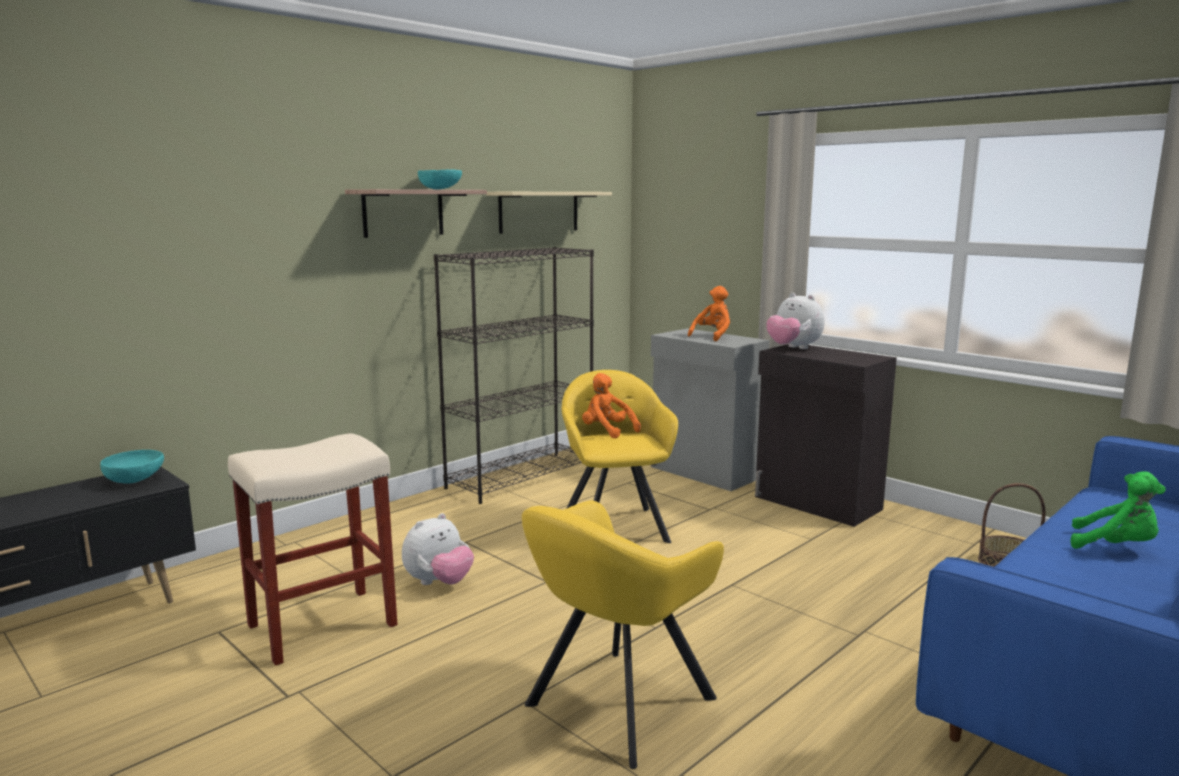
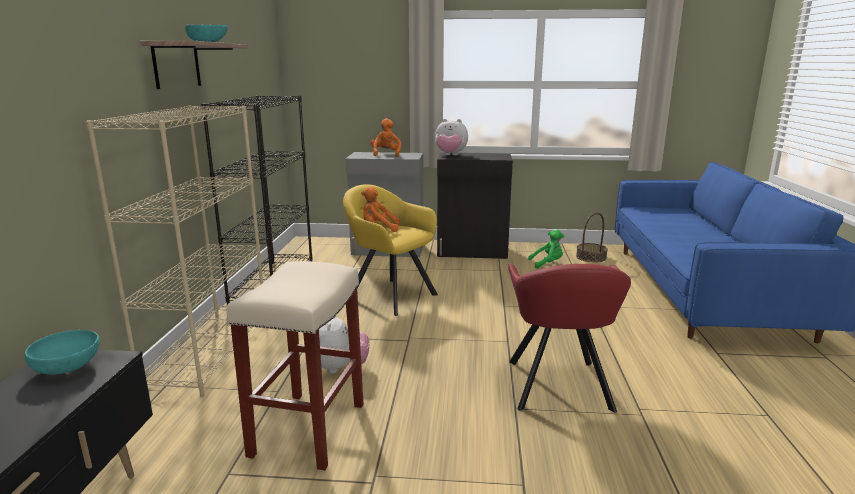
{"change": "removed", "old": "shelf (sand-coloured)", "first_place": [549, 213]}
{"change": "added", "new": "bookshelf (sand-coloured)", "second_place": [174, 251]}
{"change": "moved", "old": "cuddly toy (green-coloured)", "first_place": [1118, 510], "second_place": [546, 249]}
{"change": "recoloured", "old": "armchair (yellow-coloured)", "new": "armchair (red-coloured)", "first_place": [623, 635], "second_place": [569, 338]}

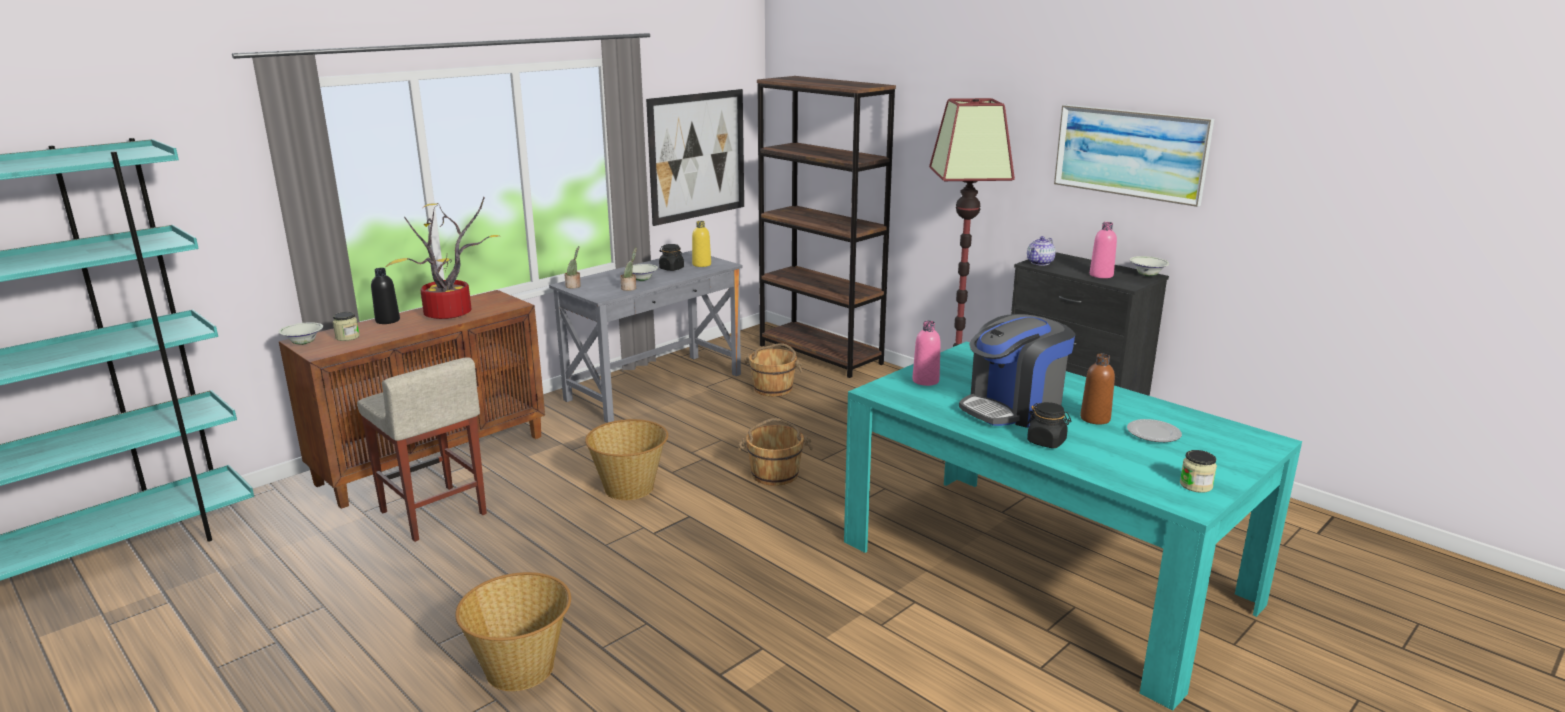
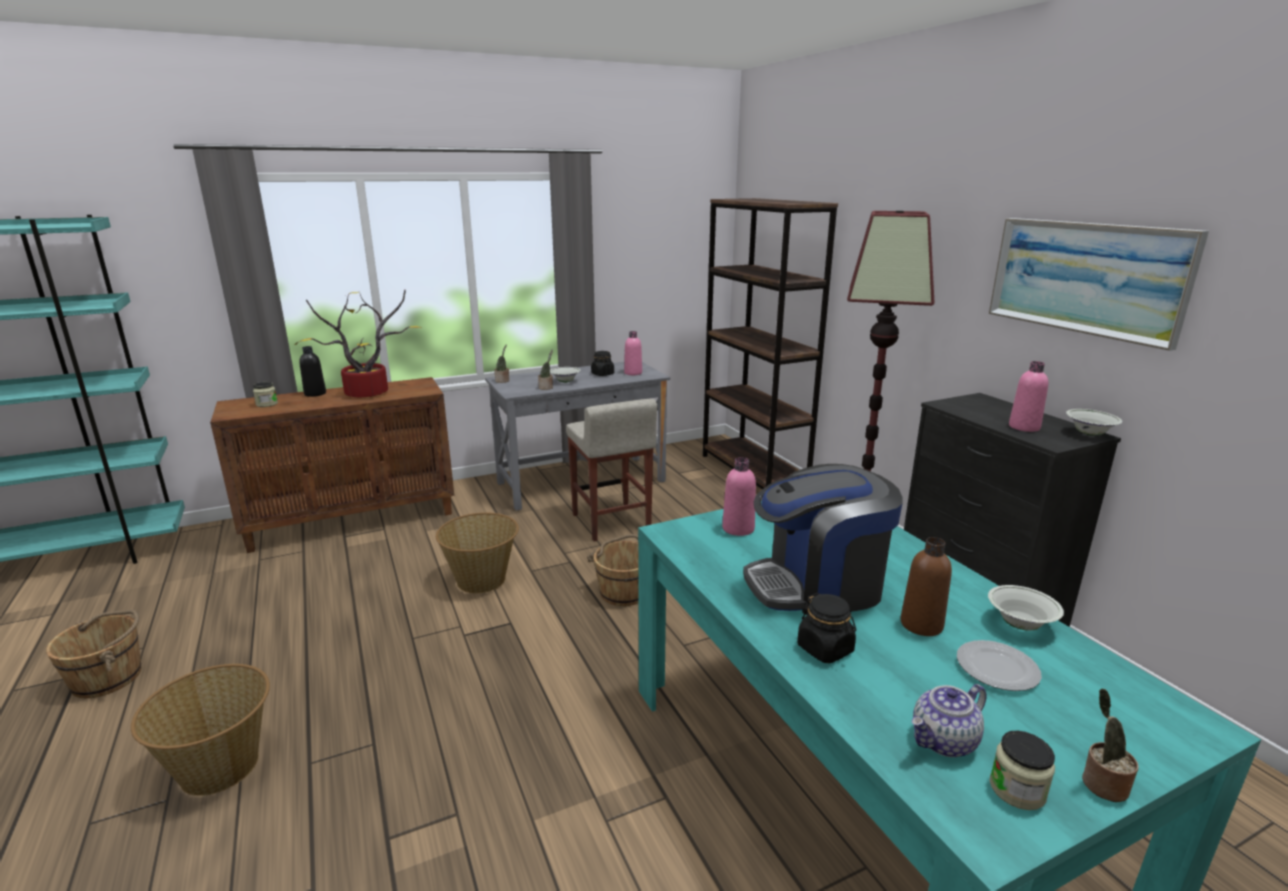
{"change": "removed", "old": "wall picture", "first_place": [695, 157]}
{"change": "added", "new": "plant in a pot", "second_place": [1110, 745]}
{"change": "moved", "old": "serving bowl (whitish)", "first_place": [301, 333], "second_place": [1026, 608]}
{"change": "moved", "old": "stool (sand-coloured)", "first_place": [422, 449], "second_place": [611, 470]}
{"change": "moved", "old": "water bucket (brownish)", "first_place": [773, 369], "second_place": [93, 654]}
{"change": "moved", "old": "tea pot", "first_place": [1041, 251], "second_place": [949, 720]}
{"change": "recoloured", "old": "drink bottle (yellow-coloured)", "new": "drink bottle (pink-coloured)", "first_place": [701, 244], "second_place": [633, 353]}

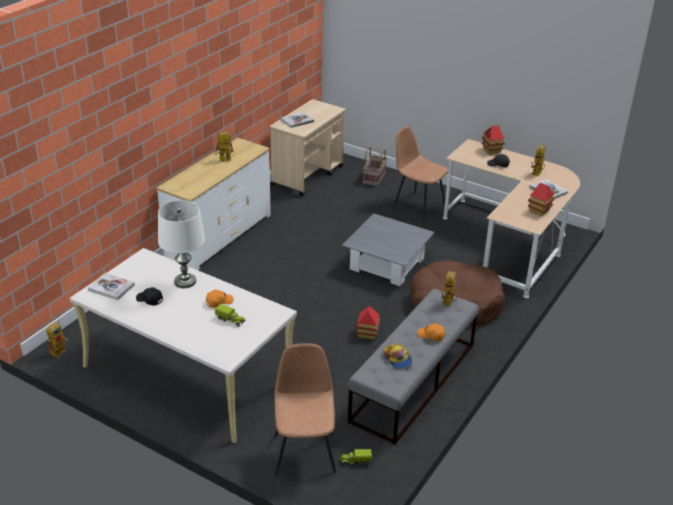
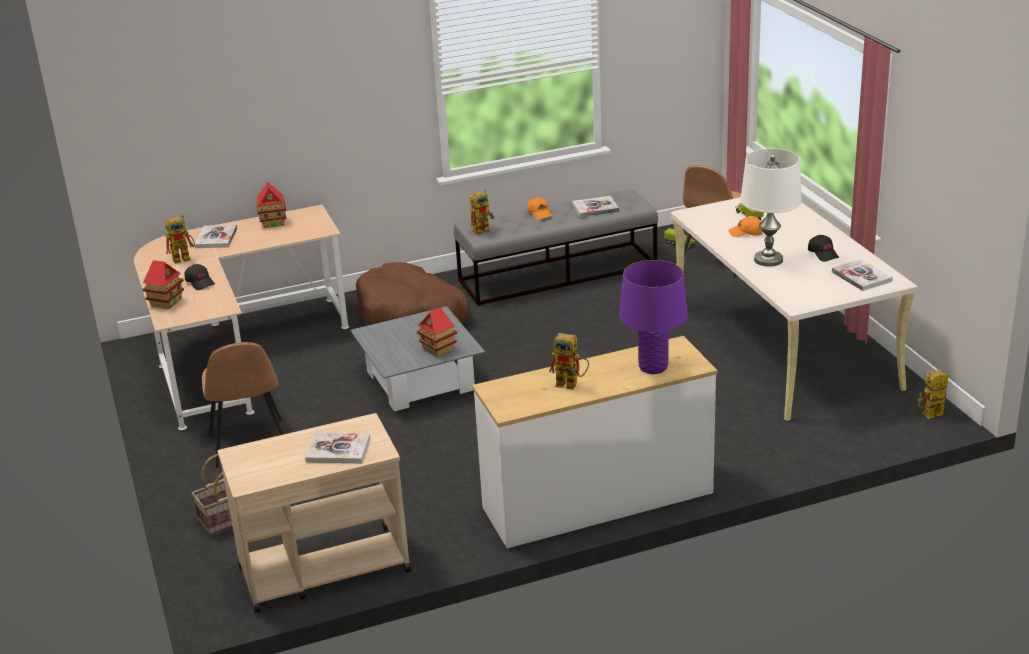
{"change": "added", "new": "table lamp (purple)", "second_place": [653, 317]}
{"change": "moved", "old": "toy house", "first_place": [368, 322], "second_place": [437, 332]}
{"change": "replaced", "old": "cap", "new": "volume", "first_place": [398, 356], "second_place": [595, 206]}

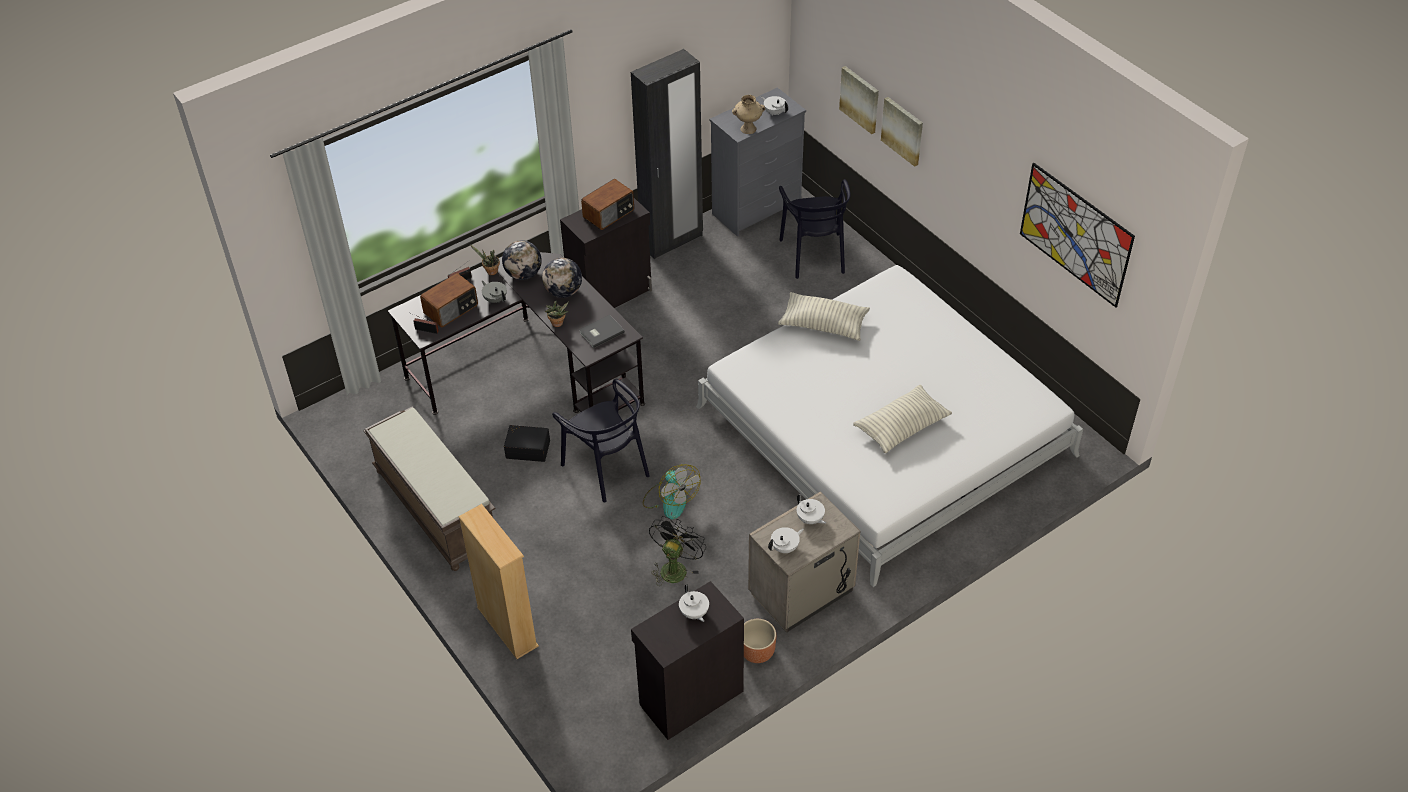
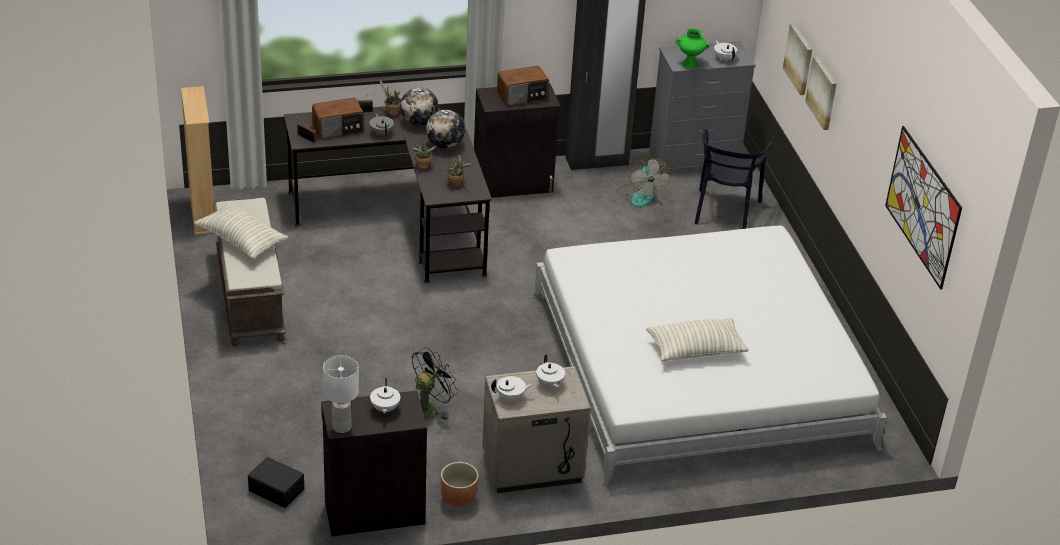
{"change": "removed", "old": "upright chair (black-coloured)", "first_place": [601, 440]}
{"change": "added", "new": "table lamp (whitish)", "second_place": [341, 394]}
{"change": "moved", "old": "bookshelf (sand-coloured)", "first_place": [498, 581], "second_place": [197, 160]}
{"change": "moved", "old": "storage bin (black-coloured)", "first_place": [527, 443], "second_place": [276, 482]}
{"change": "moved", "old": "fan", "first_place": [672, 491], "second_place": [643, 182]}
{"change": "moved", "old": "throw pillow", "first_place": [824, 316], "second_place": [241, 231]}
{"change": "replaced", "old": "volume (grey)", "new": "plant in a pot", "first_place": [602, 331], "second_place": [459, 170]}
{"change": "recoloured", "old": "flower vase (sand-coloured)", "new": "flower vase (green-coloured)", "first_place": [748, 114], "second_place": [693, 48]}

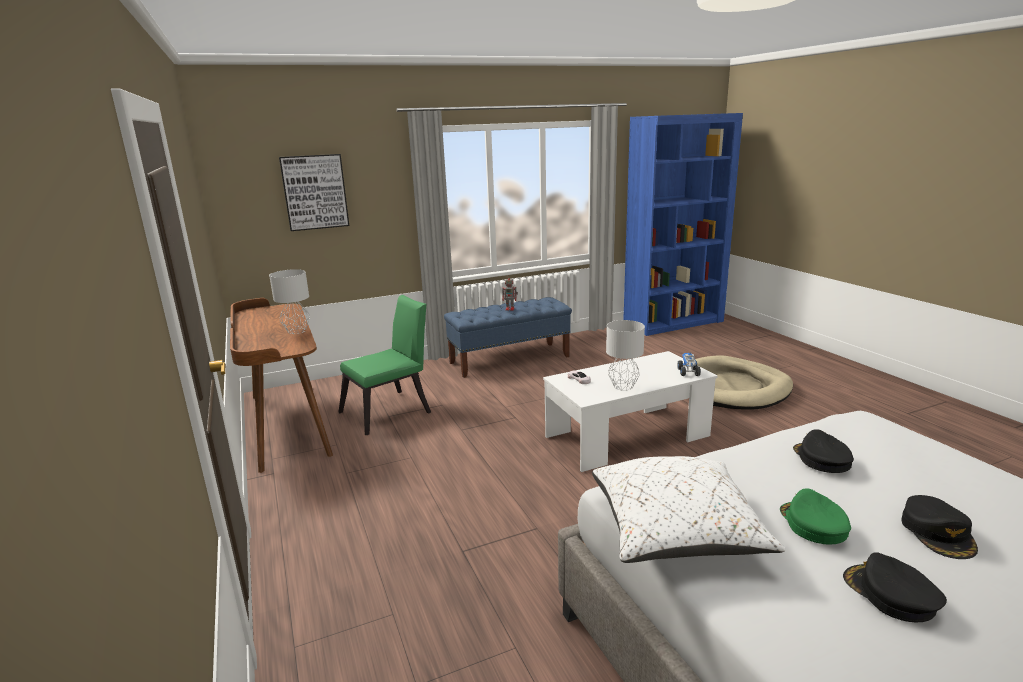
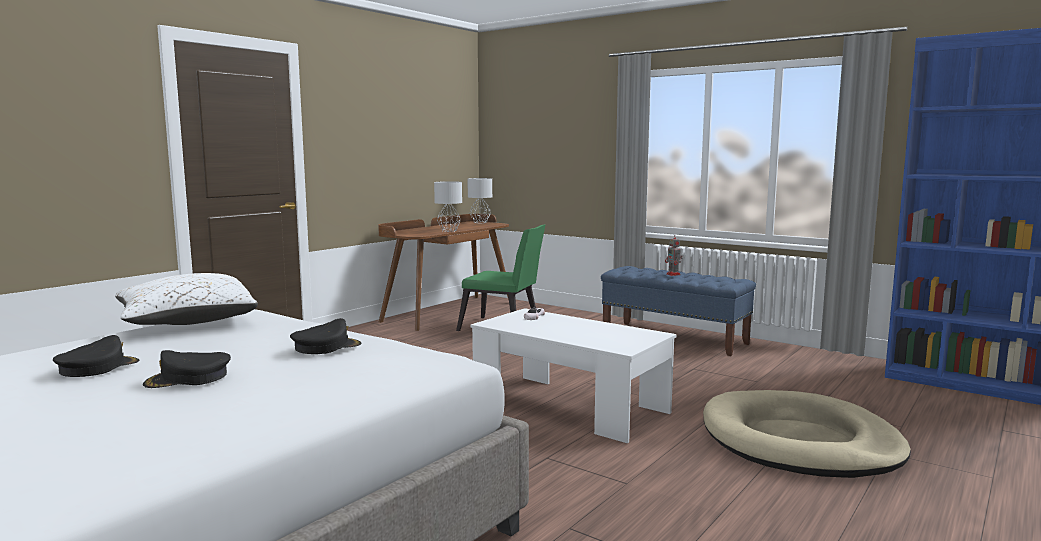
{"change": "removed", "old": "wall picture", "first_place": [314, 192]}
{"change": "removed", "old": "toy truck", "first_place": [689, 364]}
{"change": "removed", "old": "cap (green-coloured)", "first_place": [815, 516]}
{"change": "moved", "old": "table lamp (grey)", "first_place": [625, 355], "second_place": [480, 200]}

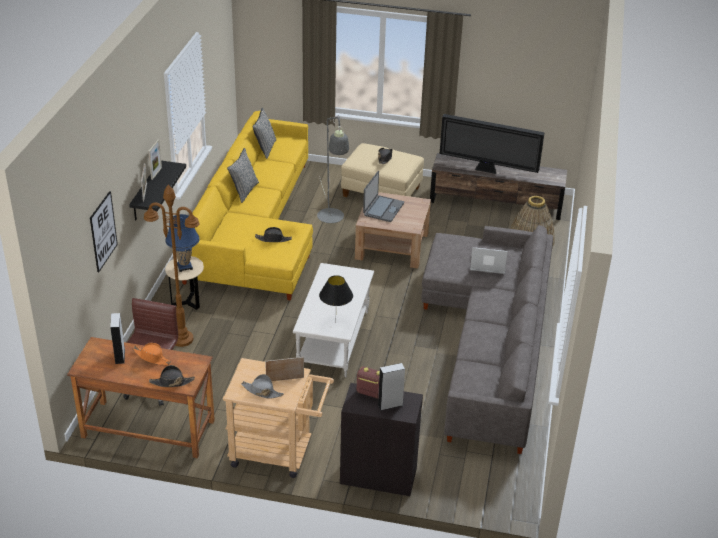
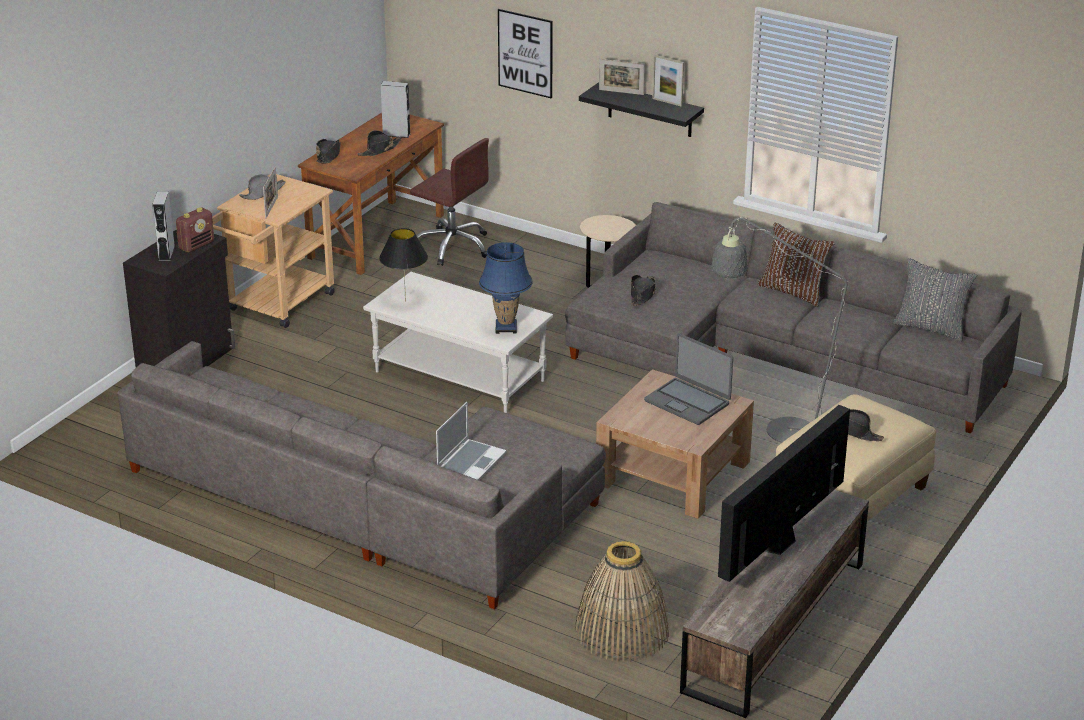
{"change": "removed", "old": "standing lamp (brownish)", "first_place": [171, 265]}
{"change": "moved", "old": "table lamp (bluish)", "first_place": [182, 243], "second_place": [506, 288]}
{"change": "recoloured", "old": "clothing hat (orangey)", "new": "clothing hat (black-coloured)", "first_place": [152, 354], "second_place": [380, 143]}
{"change": "recoloured", "old": "settee (yellow-coloured)", "new": "settee (grey)", "first_place": [247, 206], "second_place": [793, 318]}
{"change": "recoloured", "old": "throw pillow (grey)", "new": "throw pillow (brownish)", "first_place": [243, 175], "second_place": [796, 265]}

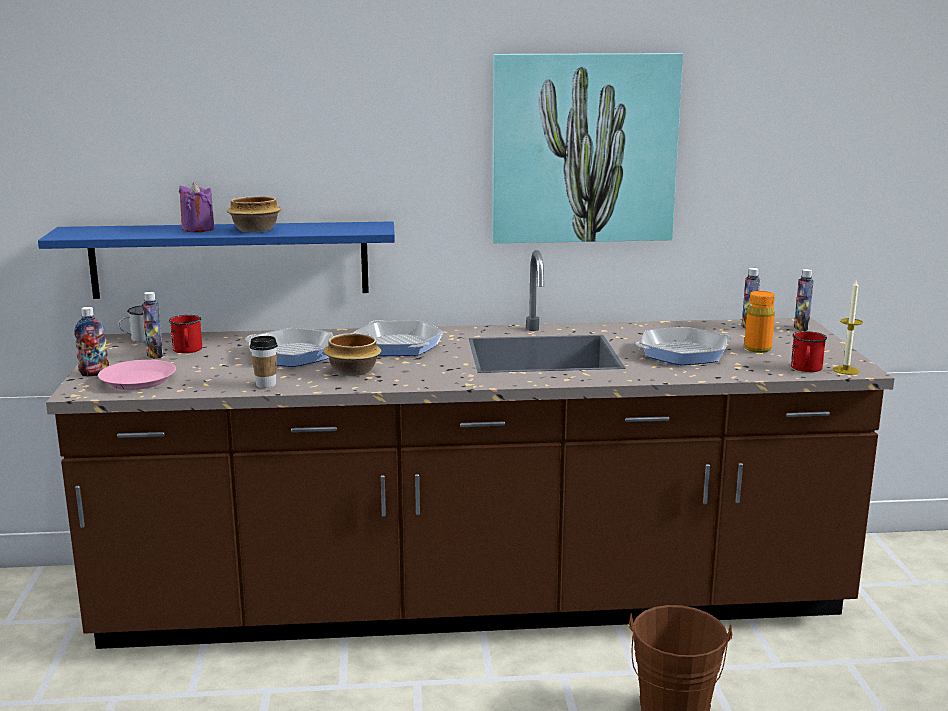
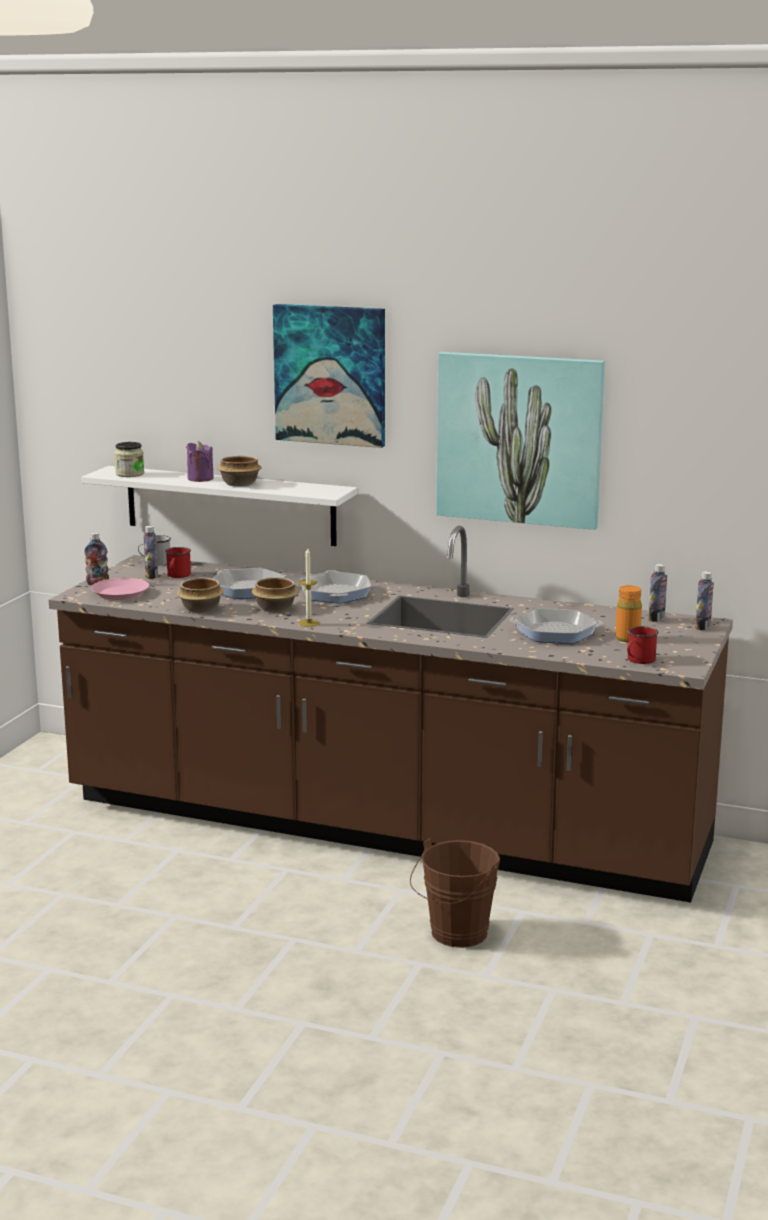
{"change": "added", "new": "storage jar", "second_place": [129, 459]}
{"change": "added", "new": "wall picture", "second_place": [329, 376]}
{"change": "moved", "old": "wax candle", "first_place": [848, 327], "second_place": [308, 587]}
{"change": "replaced", "old": "small cup", "new": "serving bowl", "first_place": [264, 362], "second_place": [200, 595]}
{"change": "recoloured", "old": "shelf (bluish)", "new": "shelf (whitish)", "first_place": [216, 260], "second_place": [219, 506]}

